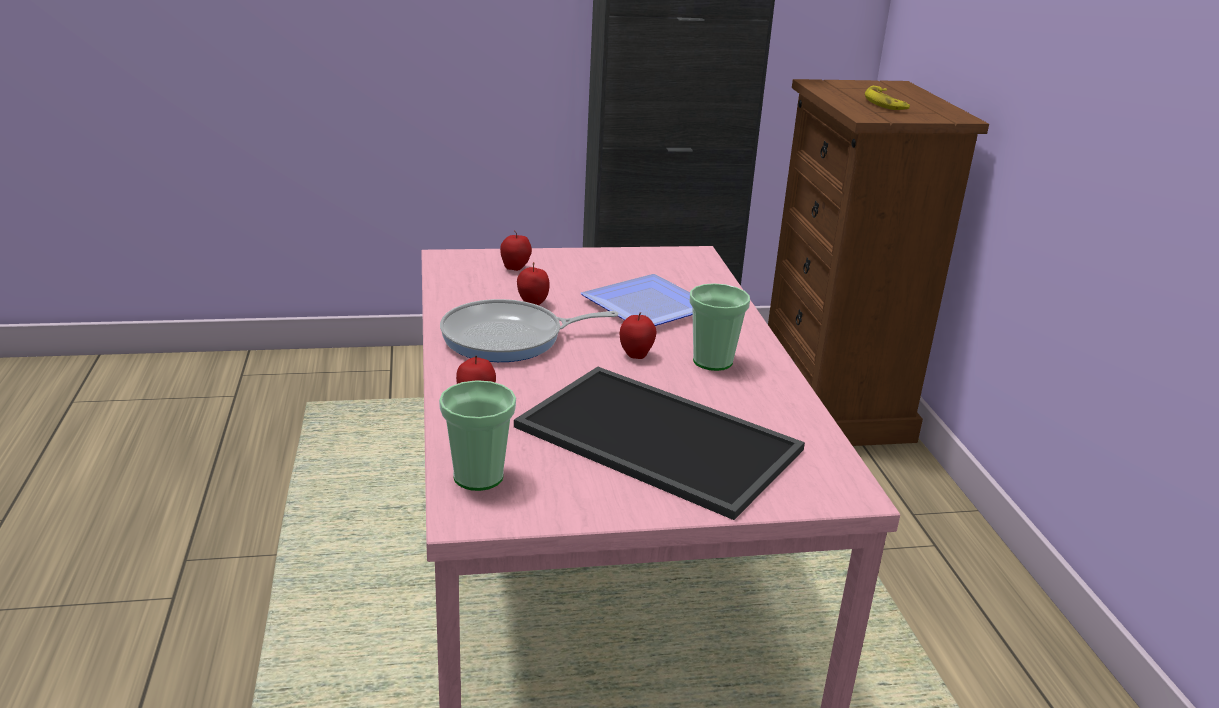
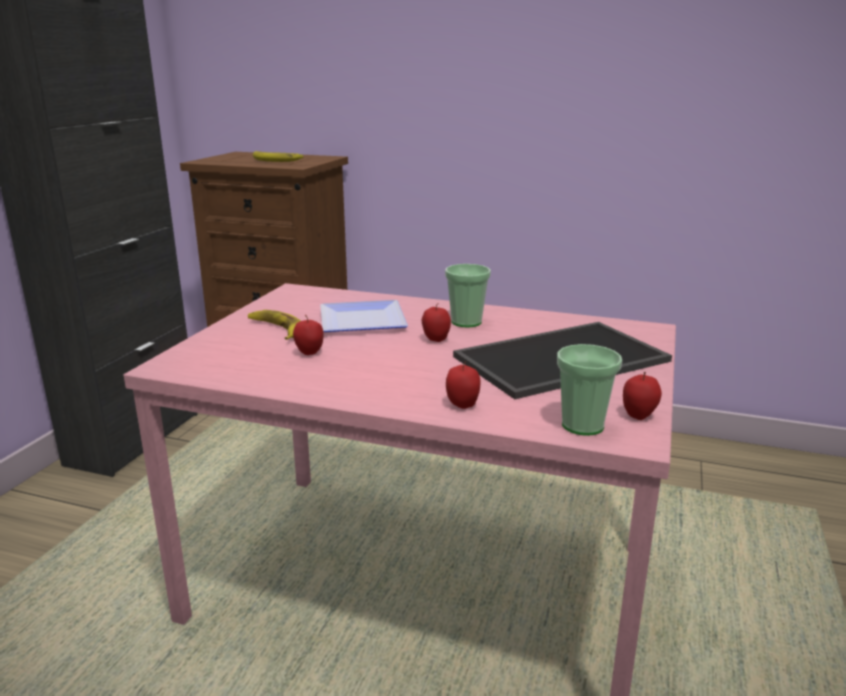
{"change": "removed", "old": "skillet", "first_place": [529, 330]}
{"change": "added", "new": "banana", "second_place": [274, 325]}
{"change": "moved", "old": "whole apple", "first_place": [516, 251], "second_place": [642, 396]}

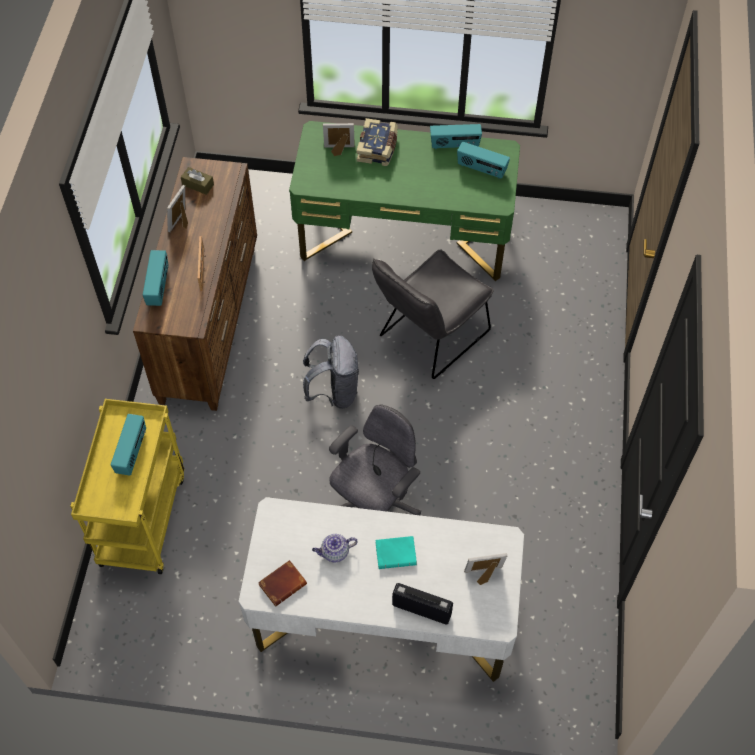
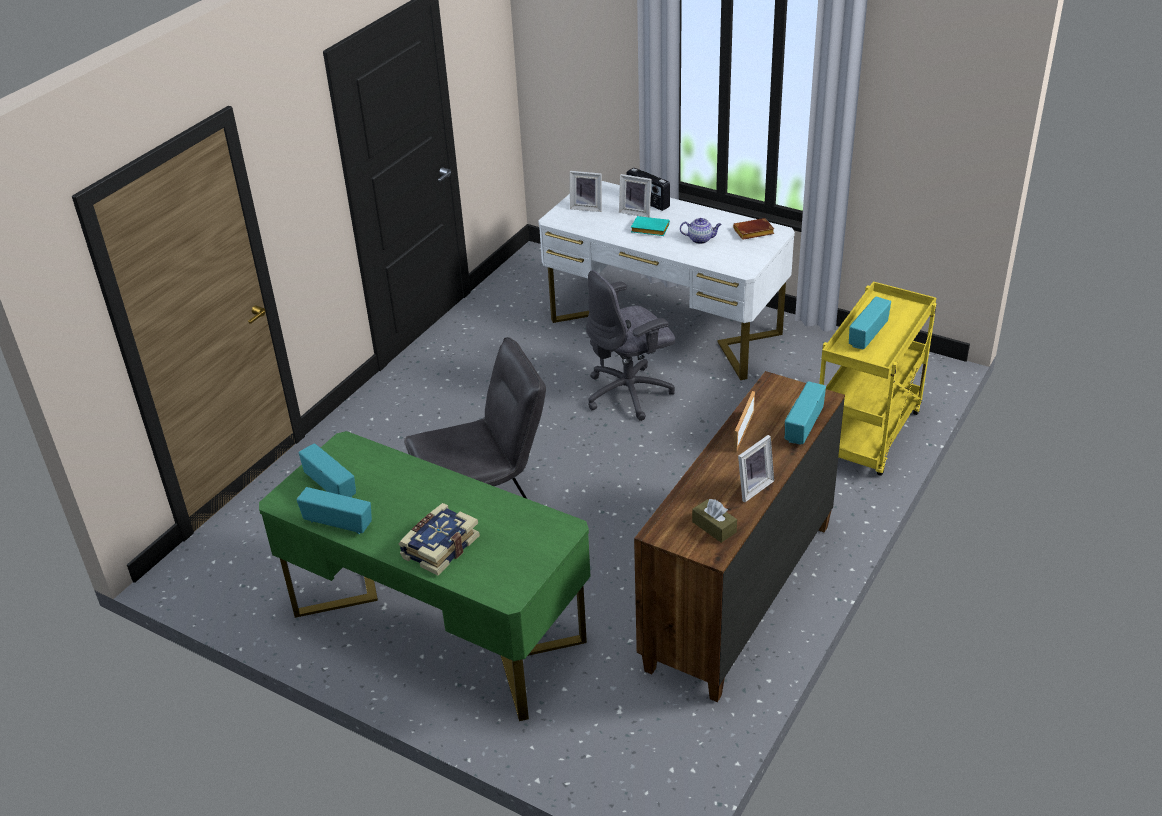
{"change": "removed", "old": "backpack (grey)", "first_place": [331, 372]}
{"change": "moved", "old": "photo frame", "first_place": [339, 139], "second_place": [635, 195]}

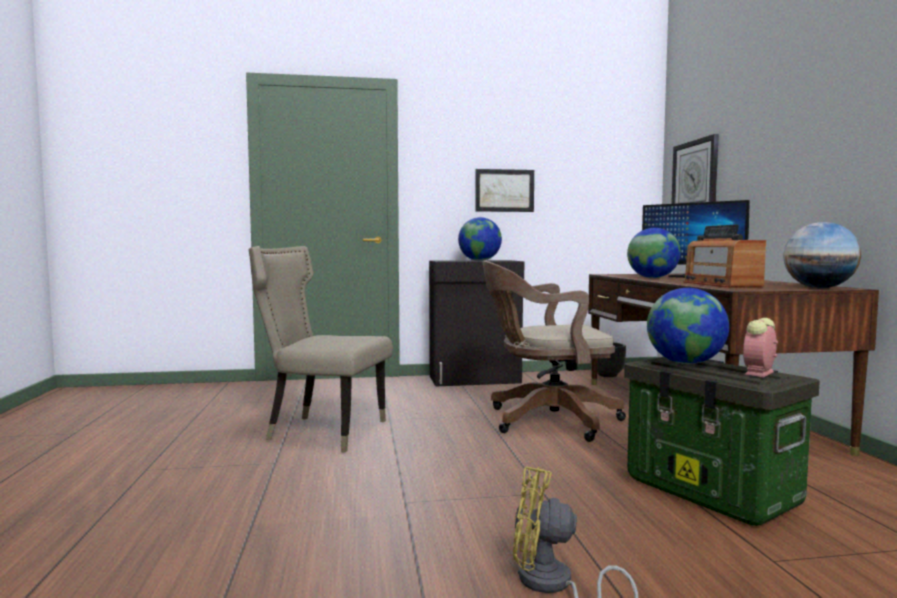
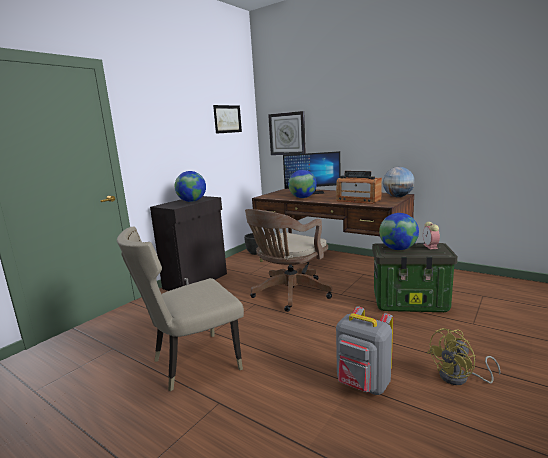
{"change": "added", "new": "backpack (grey)", "second_place": [364, 351]}
{"change": "moved", "old": "wall picture", "first_place": [504, 190], "second_place": [227, 119]}

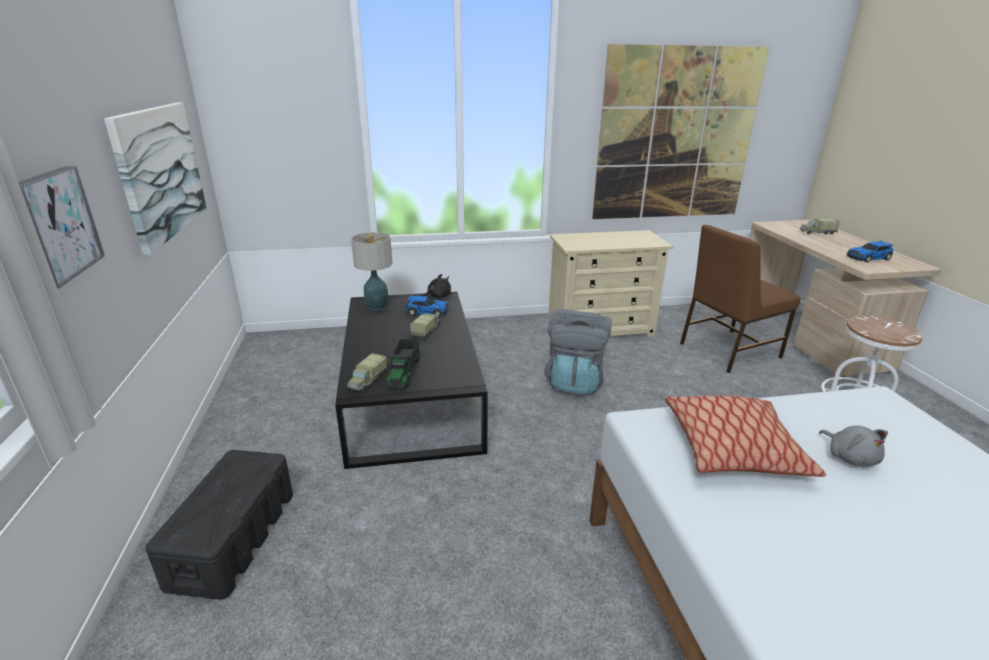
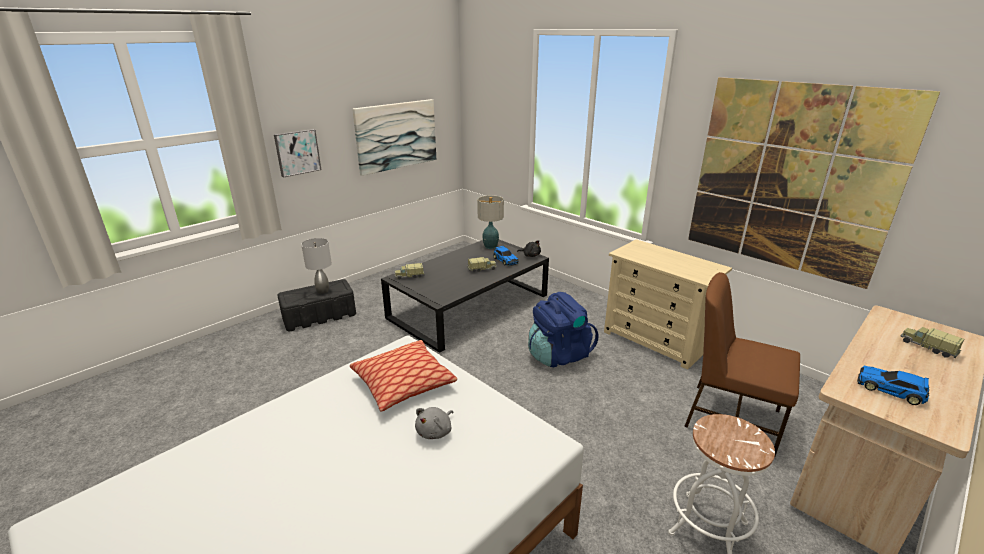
{"change": "removed", "old": "toy truck", "first_place": [403, 363]}
{"change": "added", "new": "table lamp (grey)", "second_place": [316, 266]}
{"change": "recoloured", "old": "backpack (grey)", "new": "backpack (bluish)", "first_place": [578, 351], "second_place": [563, 329]}

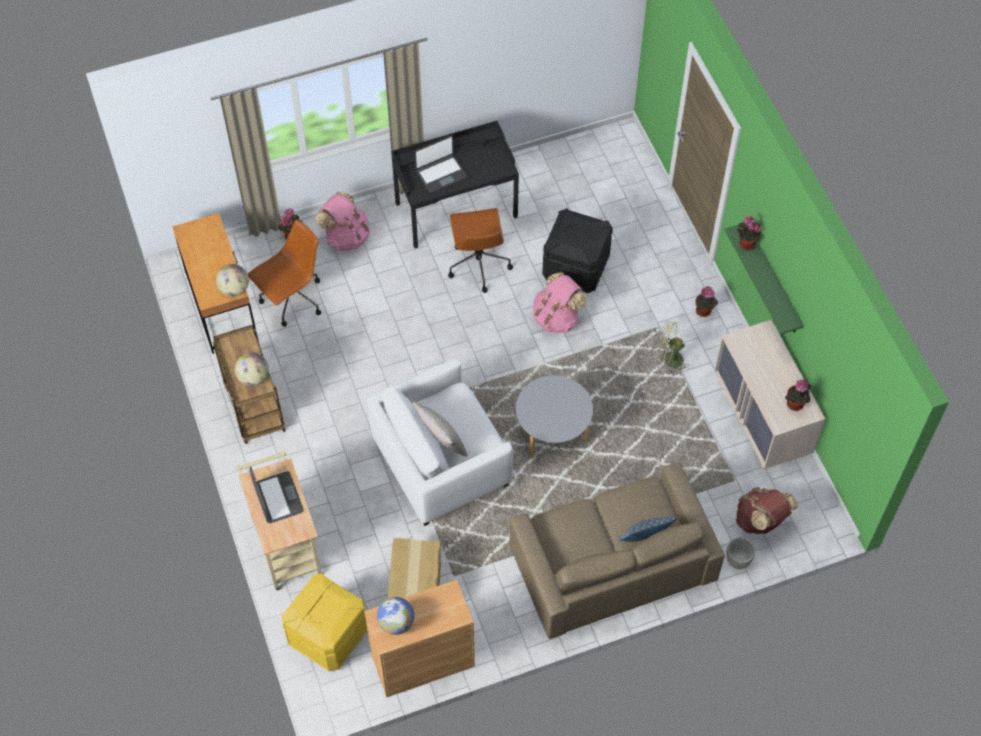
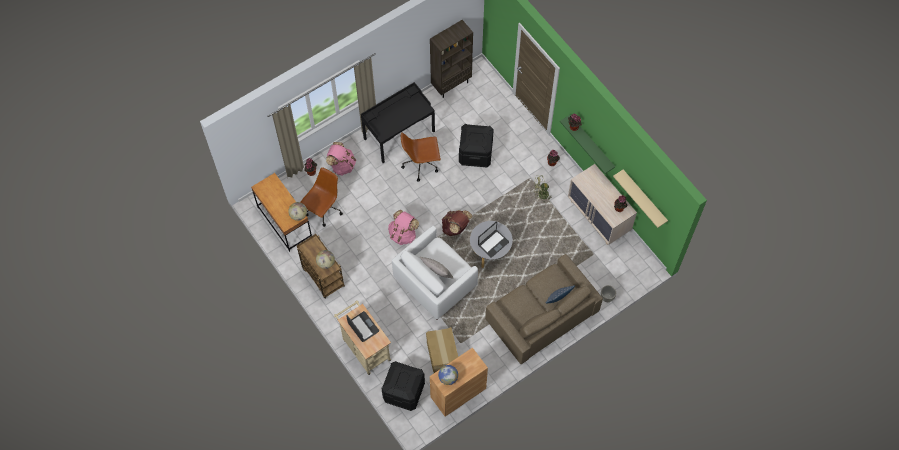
{"change": "added", "new": "bookshelf (brownish)", "second_place": [451, 59]}
{"change": "added", "new": "shelf (sand-coloured)", "second_place": [640, 199]}
{"change": "moved", "old": "notebook computer", "first_place": [441, 164], "second_place": [493, 240]}
{"change": "moved", "old": "backpack (pink-coloured)", "first_place": [560, 302], "second_place": [403, 227]}
{"change": "moved", "old": "backpack (brownish)", "first_place": [767, 510], "second_place": [457, 223]}
{"change": "recoloured", "old": "storage bin (yellow-coloured)", "new": "storage bin (black-coloured)", "first_place": [324, 622], "second_place": [403, 386]}
{"change": "turned", "old": "office chair (brownish)", "first_place": [480, 250], "second_place": [421, 157], "degrees": 105}

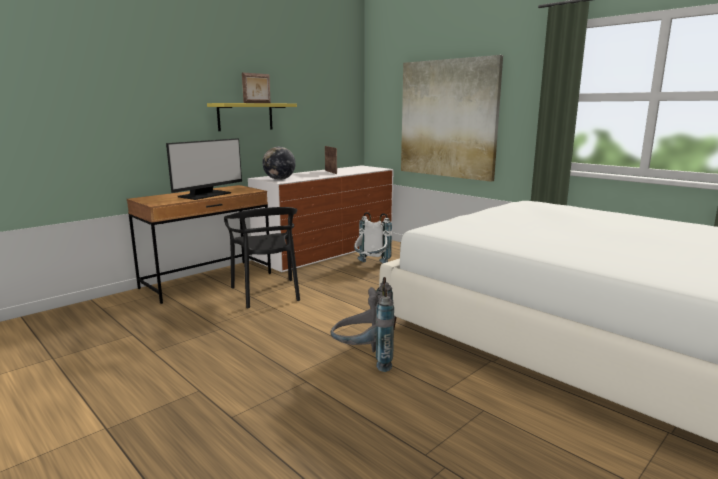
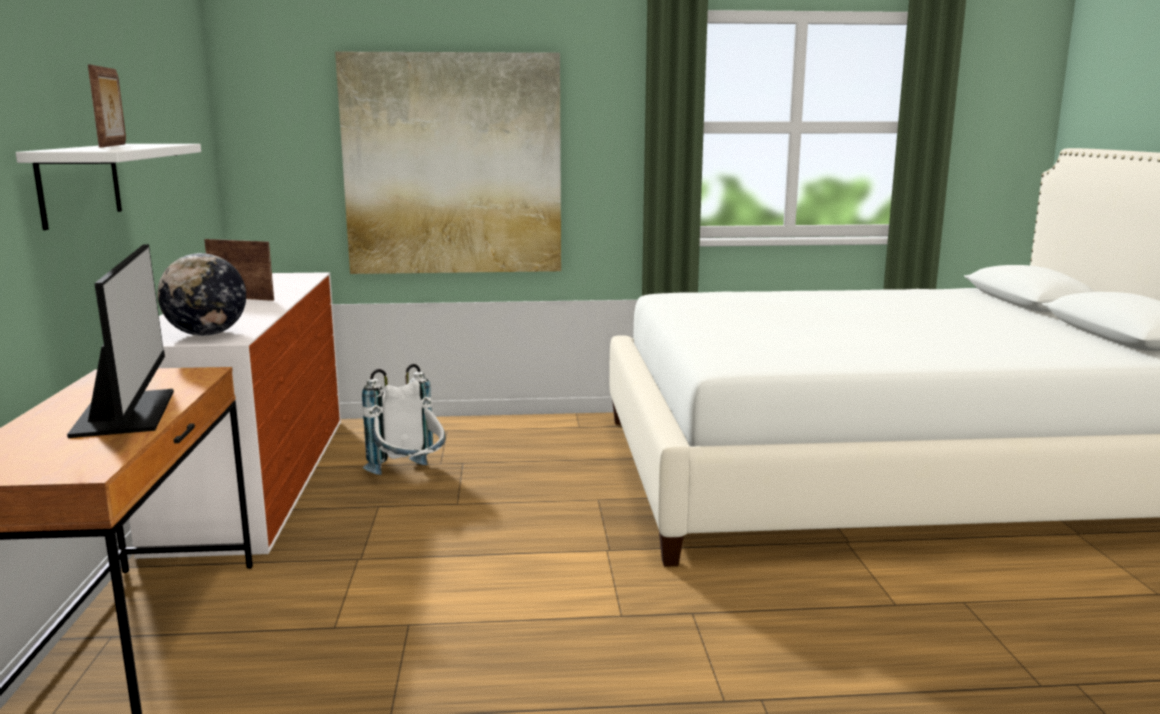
{"change": "removed", "old": "upright chair (black-coloured)", "first_place": [262, 257]}
{"change": "removed", "old": "backpack (grey)", "first_place": [363, 324]}
{"change": "recoloured", "old": "shelf (yellow-coloured)", "new": "shelf (whitish)", "first_place": [252, 117], "second_place": [108, 187]}

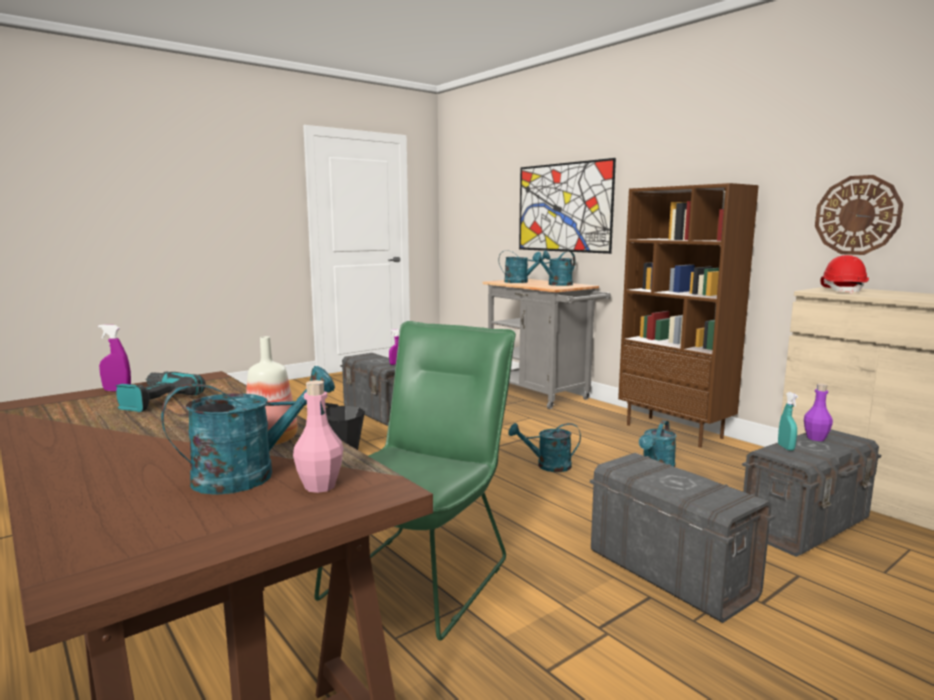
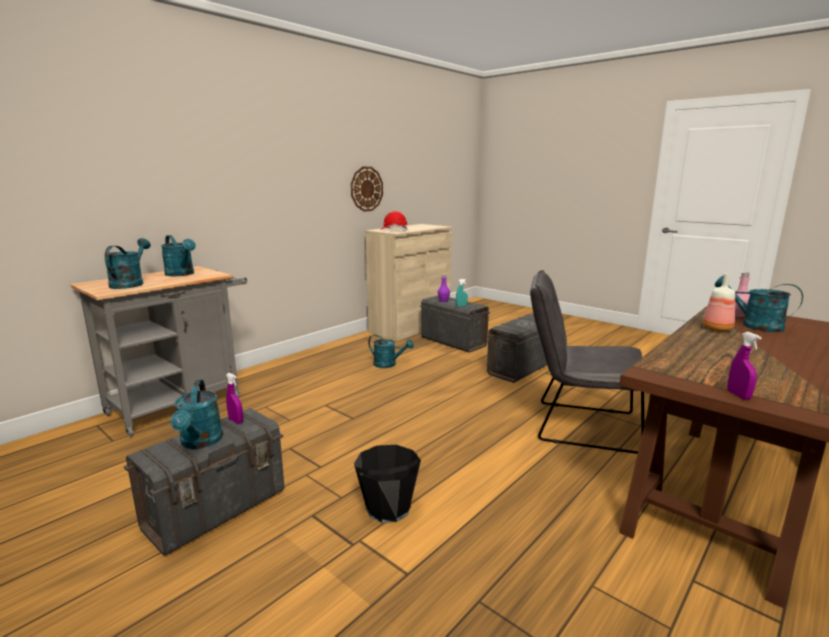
{"change": "removed", "old": "power drill", "first_place": [160, 392]}
{"change": "removed", "old": "wall picture", "first_place": [567, 206]}
{"change": "removed", "old": "bookshelf (brownish)", "first_place": [688, 315]}
{"change": "moved", "old": "watering can (blue-green)", "first_place": [544, 447], "second_place": [196, 414]}
{"change": "recoloured", "old": "upright chair (green-coloured)", "new": "upright chair (grey)", "first_place": [415, 481], "second_place": [587, 362]}

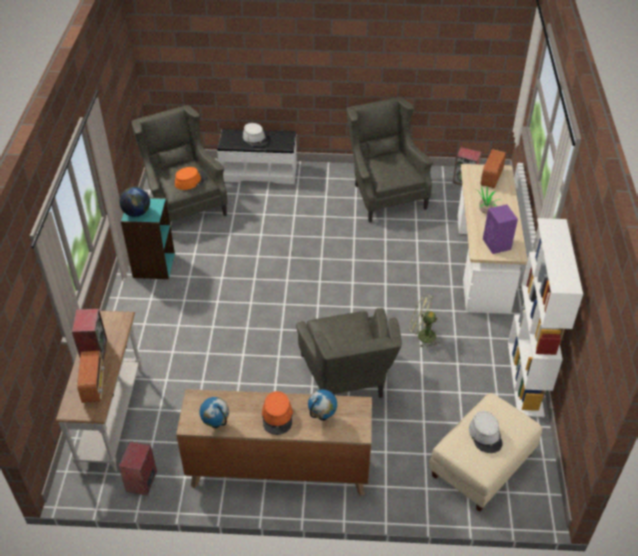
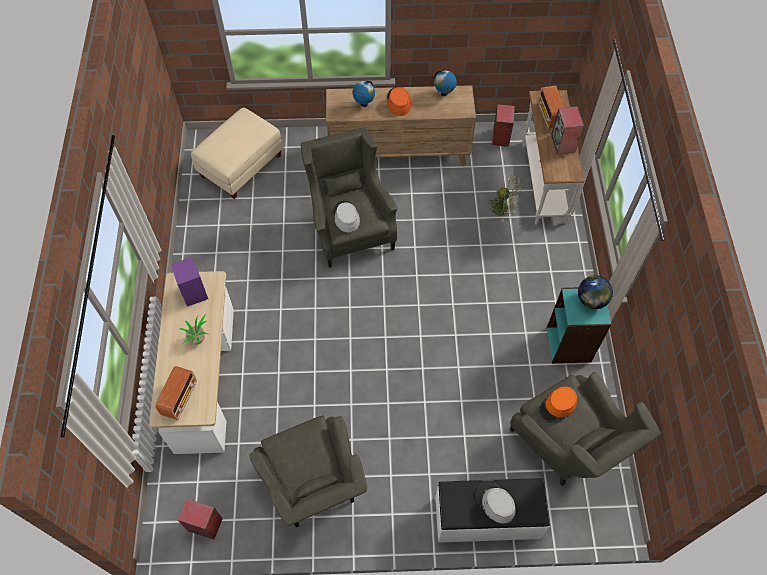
{"change": "removed", "old": "bookshelf (whitish)", "first_place": [545, 317]}
{"change": "moved", "old": "fan (green-coloured)", "first_place": [424, 321], "second_place": [504, 198]}
{"change": "moved", "old": "clothing hat (grey)", "first_place": [486, 432], "second_place": [346, 216]}

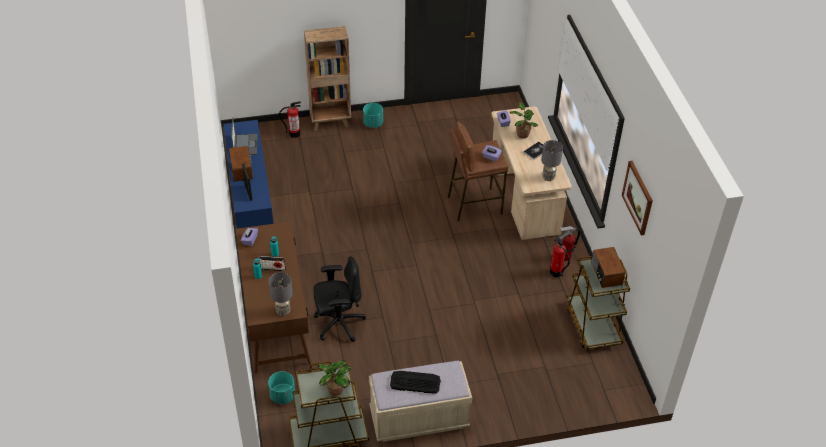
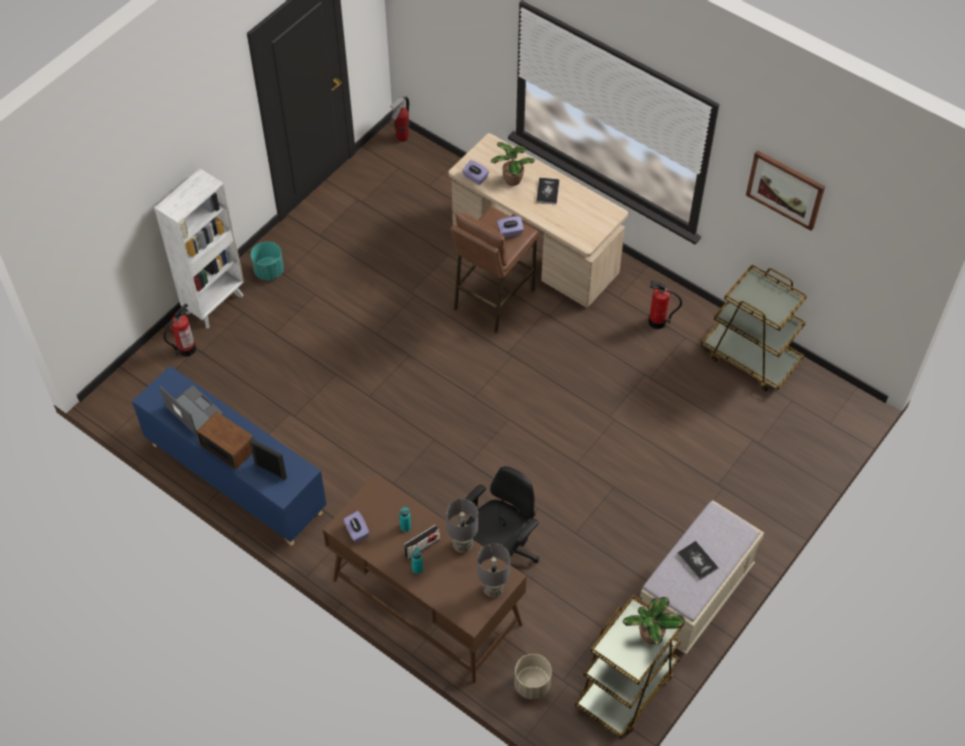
{"change": "removed", "old": "radio set", "first_place": [608, 267]}
{"change": "moved", "old": "table lamp (grey)", "first_place": [552, 160], "second_place": [462, 526]}
{"change": "moved", "old": "fire-fighting cylinder", "first_place": [569, 243], "second_place": [400, 119]}
{"change": "replaced", "old": "PC keyboard", "new": "volume", "first_place": [415, 382], "second_place": [697, 560]}
{"change": "recoloured", "old": "plant pot (blue-green)", "new": "plant pot (sand-coloured)", "first_place": [281, 387], "second_place": [533, 676]}
{"change": "recoloured", "old": "bookshelf (brownish)", "new": "bookshelf (whitish)", "first_place": [327, 78], "second_place": [199, 248]}

